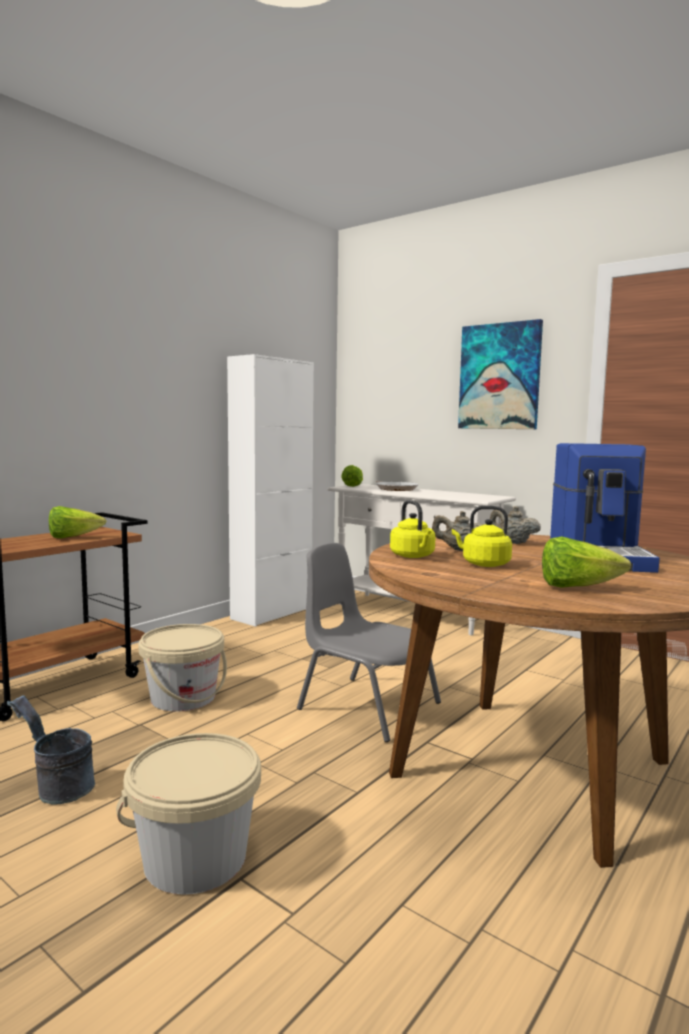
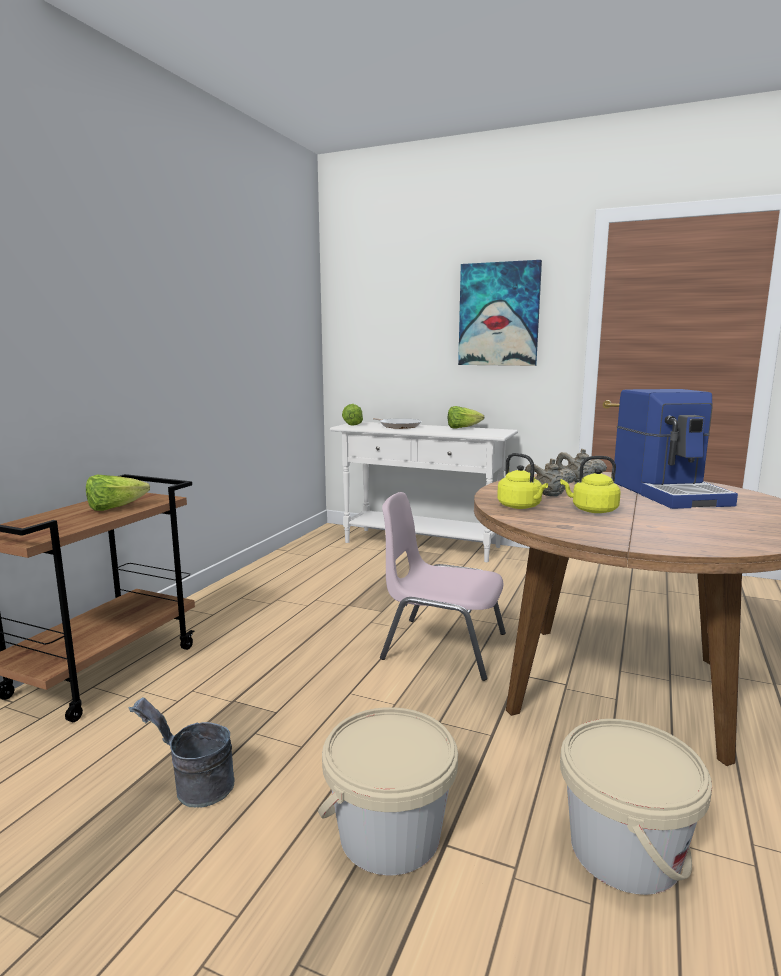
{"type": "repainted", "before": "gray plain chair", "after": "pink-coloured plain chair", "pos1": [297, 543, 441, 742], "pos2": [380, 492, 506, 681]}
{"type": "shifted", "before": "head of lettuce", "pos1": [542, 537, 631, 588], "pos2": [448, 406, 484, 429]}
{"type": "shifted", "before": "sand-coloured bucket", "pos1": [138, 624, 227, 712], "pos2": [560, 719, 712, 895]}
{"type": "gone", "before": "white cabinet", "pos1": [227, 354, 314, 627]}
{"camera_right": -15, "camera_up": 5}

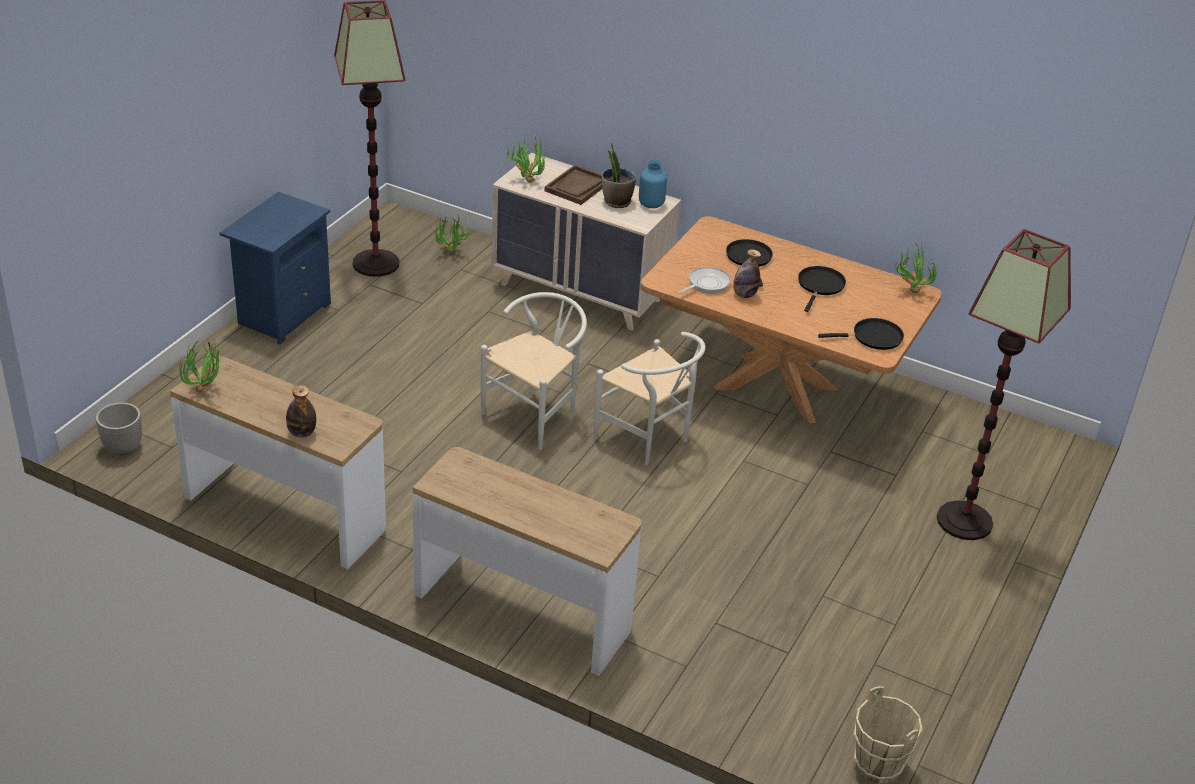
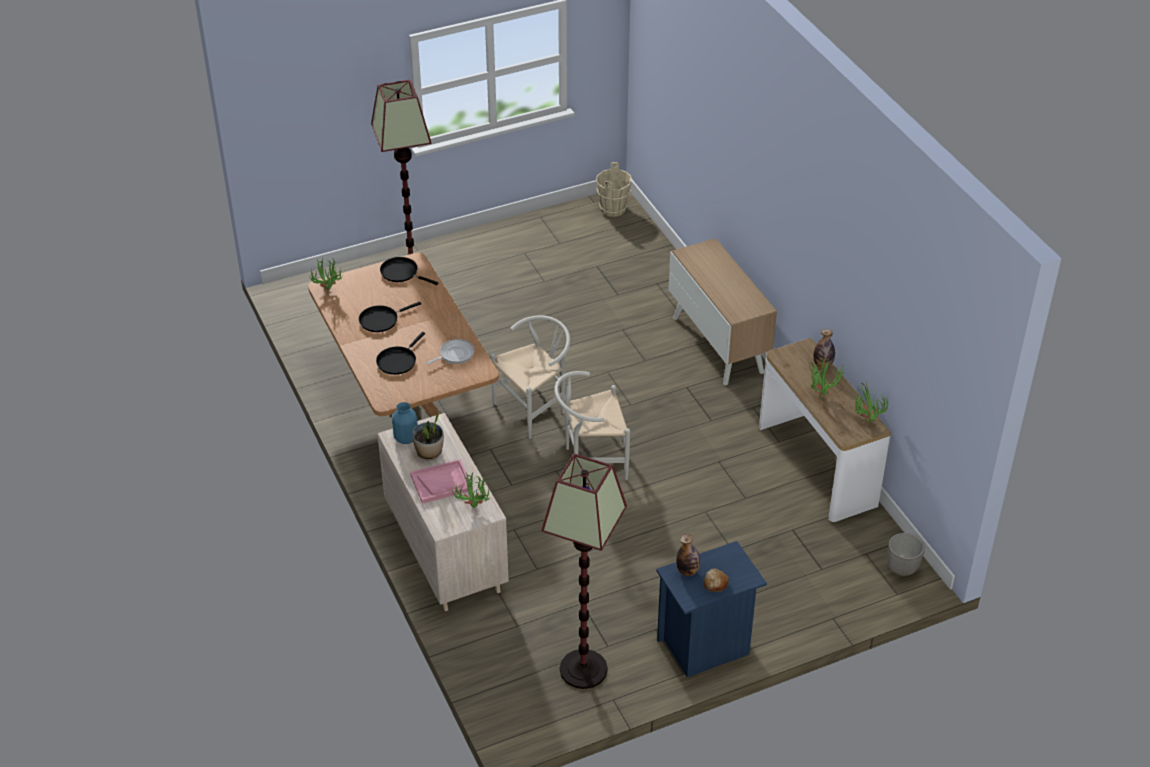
{"type": "repainted", "before": "brown serving tray", "after": "pink-coloured serving tray", "pos1": [545, 165, 602, 205], "pos2": [410, 459, 473, 504]}
{"type": "rotated", "before": "frying pan", "pos1": [678, 267, 731, 294], "pos2": [426, 339, 474, 364], "turn": 150}
{"type": "rotated", "before": "white plain chair", "pos1": [594, 332, 706, 465], "pos2": [490, 315, 570, 439], "turn": 60}
{"type": "swapped", "before": "console table", "after": "cabinet", "pos1": [412, 447, 642, 676], "pos2": [669, 238, 777, 385]}
{"type": "shifted", "before": "beverage bottle", "pos1": [733, 249, 761, 298], "pos2": [676, 534, 700, 576]}
{"type": "new", "after": "bread", "pos2": [703, 569, 729, 592]}
{"type": "shifted", "before": "houseplant", "pos1": [434, 214, 471, 252], "pos2": [809, 358, 846, 398]}
{"camera_right": -140, "camera_up": 5}

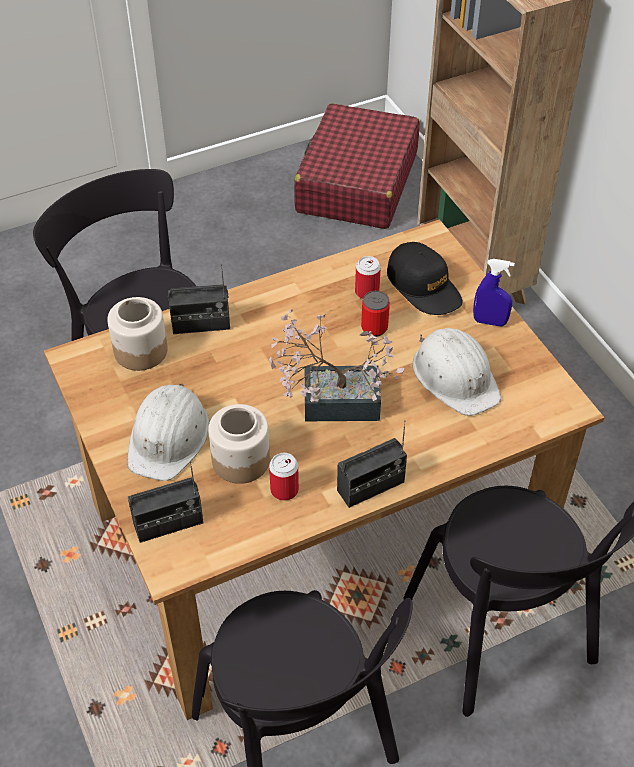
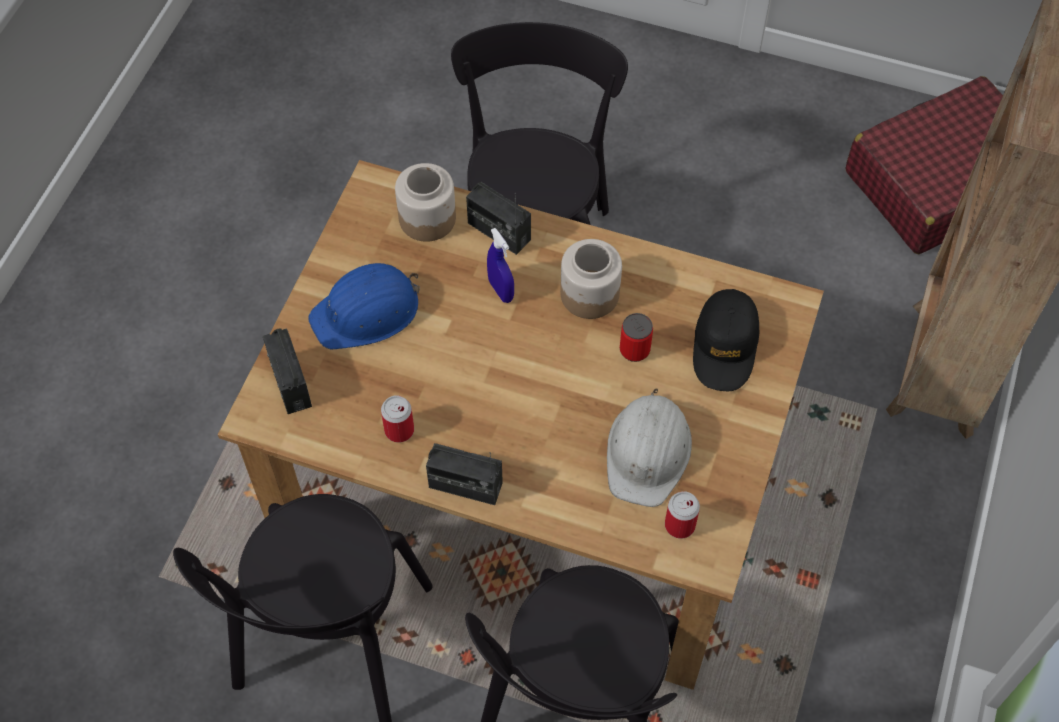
{"type": "rotated", "before": "radio set", "pos1": [128, 461, 204, 543], "pos2": [263, 328, 312, 414], "turn": 45}
{"type": "repainted", "before": "white work helmet", "after": "bluish work helmet", "pos1": [127, 383, 210, 481], "pos2": [308, 263, 420, 350]}
{"type": "shifted", "before": "bluish sprayer", "pos1": [473, 259, 515, 327], "pos2": [487, 228, 514, 303]}
{"type": "shifted", "before": "jar", "pos1": [208, 404, 270, 484], "pos2": [560, 239, 622, 319]}
{"type": "shifted", "before": "sealed can", "pos1": [355, 256, 381, 299], "pos2": [665, 491, 700, 539]}
{"type": "gone", "before": "houseplant", "pos1": [269, 309, 405, 421]}
{"camera_right": 45, "camera_up": 10}

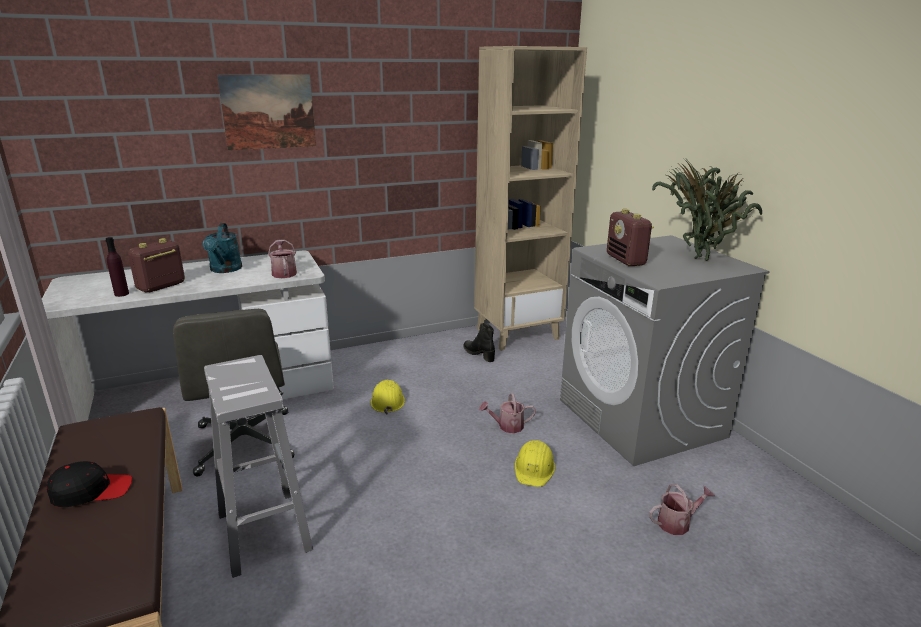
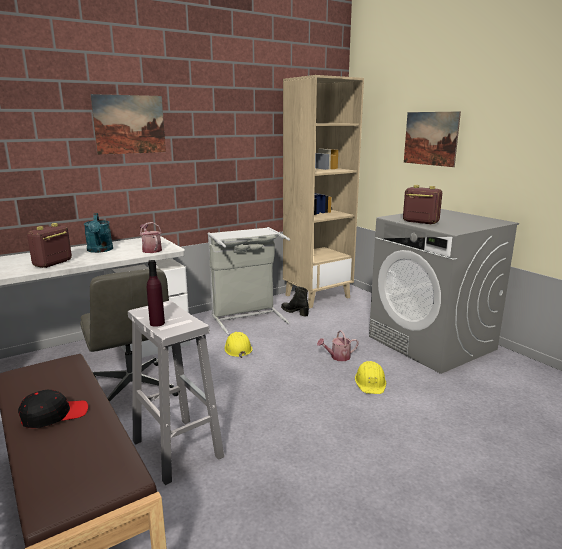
{"type": "shifted", "before": "purplish beverage bottle", "pos1": [105, 237, 129, 297], "pos2": [147, 260, 165, 327]}
{"type": "new", "after": "gray laundry basket", "pos2": [208, 227, 290, 335]}
{"type": "rotated", "before": "radio set", "pos1": [607, 209, 654, 266], "pos2": [403, 185, 442, 224], "turn": 150}
{"type": "new", "after": "picture", "pos2": [404, 111, 461, 167]}
{"type": "gone", "before": "watering pot", "pos1": [649, 484, 715, 535]}
{"type": "gone", "before": "houseplant", "pos1": [652, 159, 762, 261]}
{"camera_right": -10, "camera_up": -5}

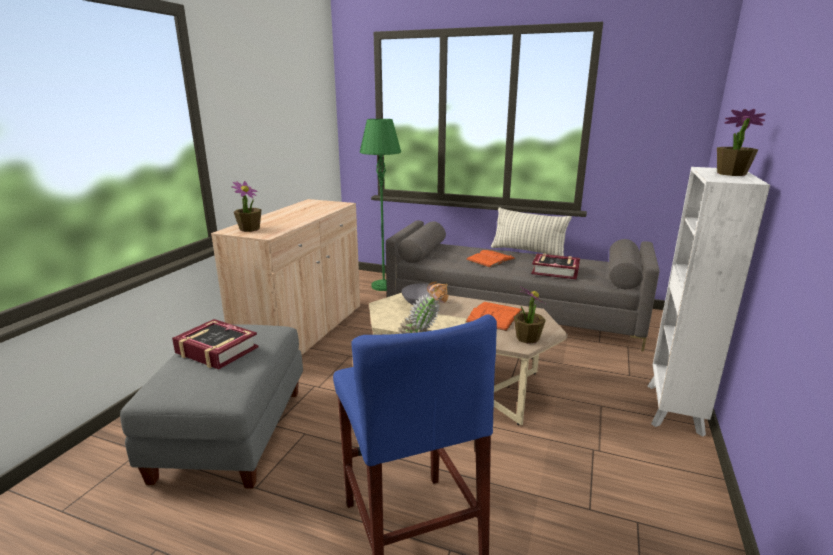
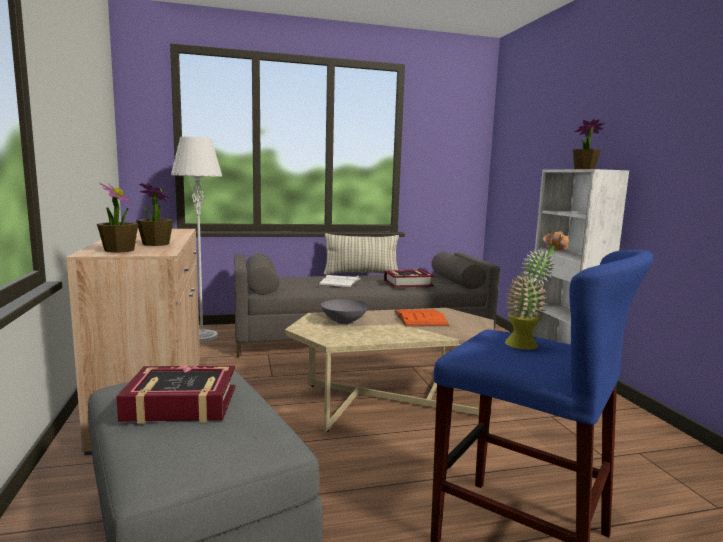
{"type": "shifted", "before": "houseplant", "pos1": [514, 287, 546, 344], "pos2": [136, 183, 173, 246]}
{"type": "repainted", "before": "greenish standing lamp", "after": "white standing lamp", "pos1": [360, 119, 401, 291], "pos2": [171, 137, 222, 342]}
{"type": "repainted", "before": "orangey bound book", "after": "white bound book", "pos1": [466, 250, 516, 268], "pos2": [319, 275, 361, 288]}
{"camera_right": -35, "camera_up": -10}

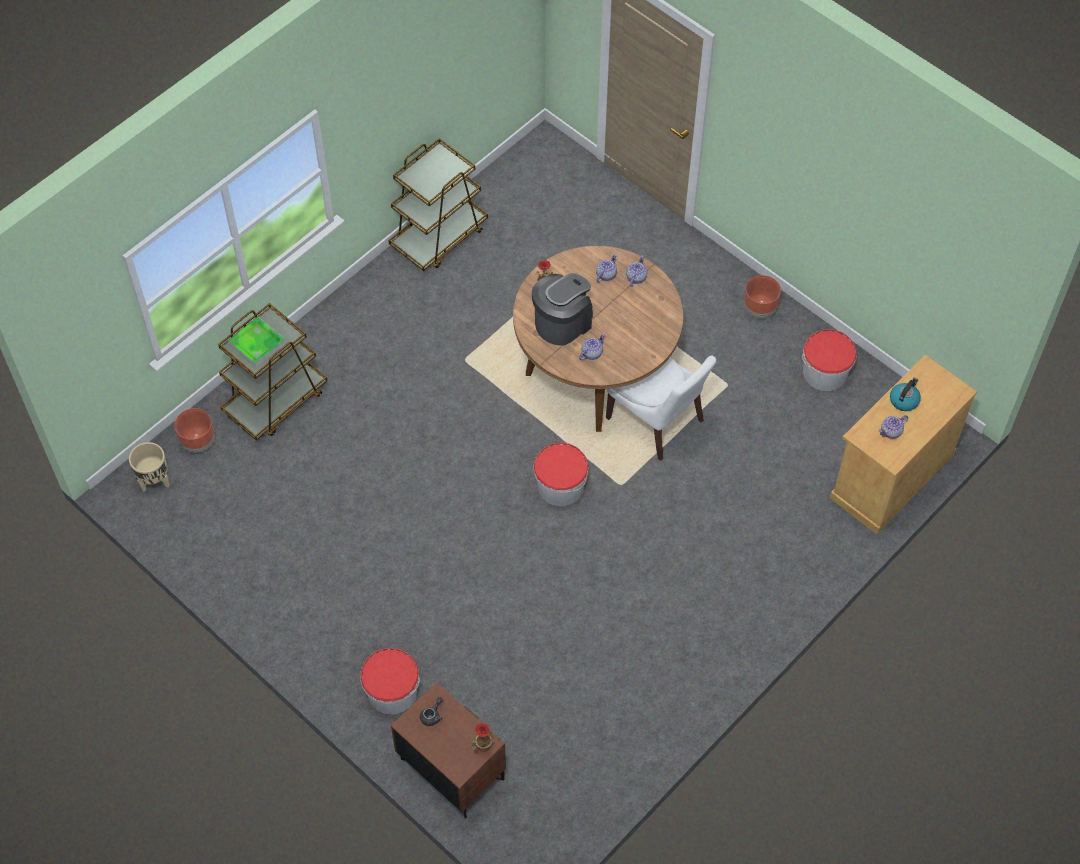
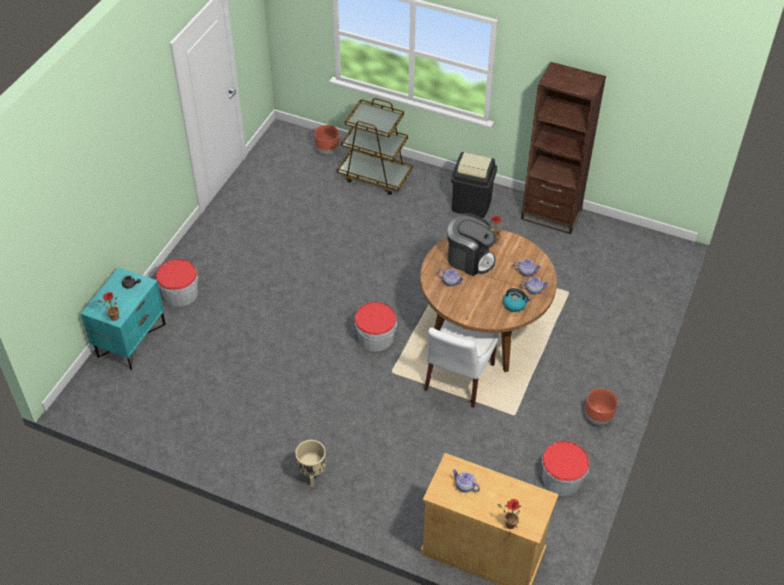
{"type": "repainted", "before": "brown night table", "after": "blue-green night table", "pos1": [391, 682, 506, 818], "pos2": [80, 267, 166, 370]}
{"type": "shifted", "before": "sand-coloured planter", "pos1": [129, 442, 170, 492], "pos2": [295, 440, 326, 487]}
{"type": "new", "after": "black trash can", "pos2": [451, 152, 497, 218]}
{"type": "new", "after": "houseplant", "pos2": [497, 499, 521, 529]}
{"type": "shifted", "before": "kettle", "pos1": [890, 377, 921, 411], "pos2": [503, 288, 531, 312]}
{"type": "swapped", "before": "brown wheeled cart", "after": "brown bookshelf", "pos1": [389, 138, 488, 271], "pos2": [521, 62, 606, 234]}
{"type": "gone", "before": "serving tray", "pos1": [228, 317, 286, 367]}
{"camera_right": 70, "camera_up": -10}

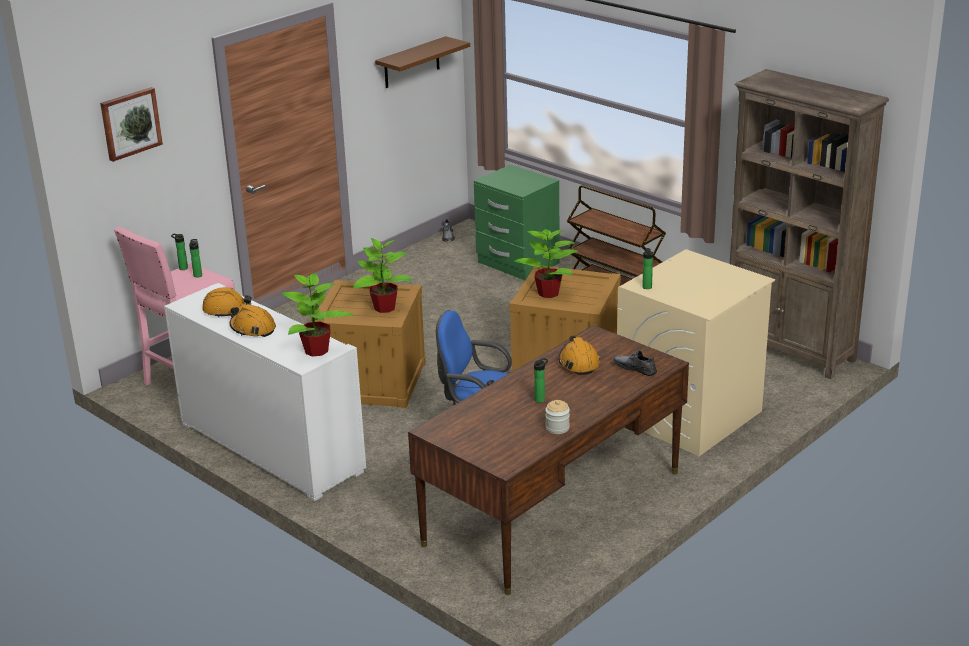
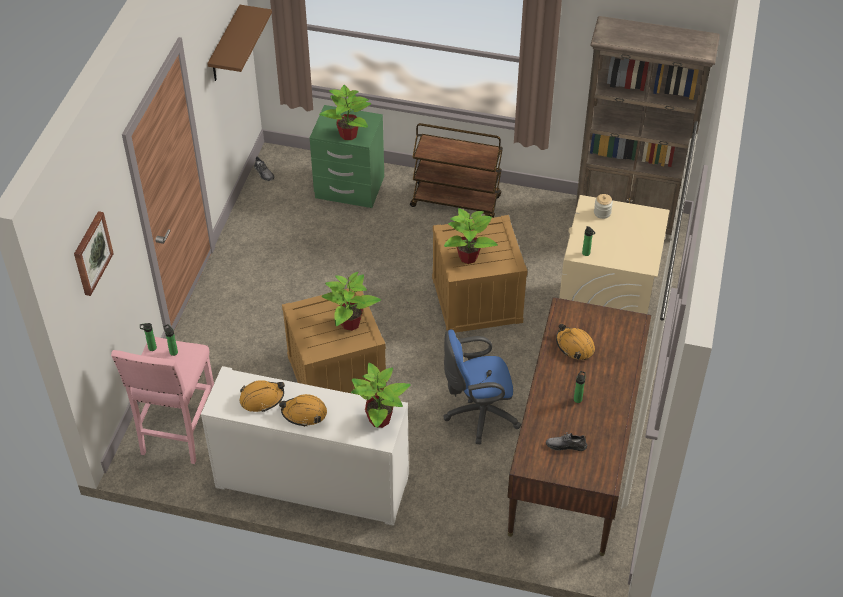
{"type": "new", "after": "houseplant", "pos2": [319, 85, 372, 140]}
{"type": "shifted", "before": "gray item of footwear", "pos1": [613, 351, 657, 376], "pos2": [546, 432, 587, 451]}
{"type": "shifted", "before": "jar", "pos1": [545, 400, 570, 434], "pos2": [594, 194, 613, 219]}
{"camera_right": -30, "camera_up": 20}

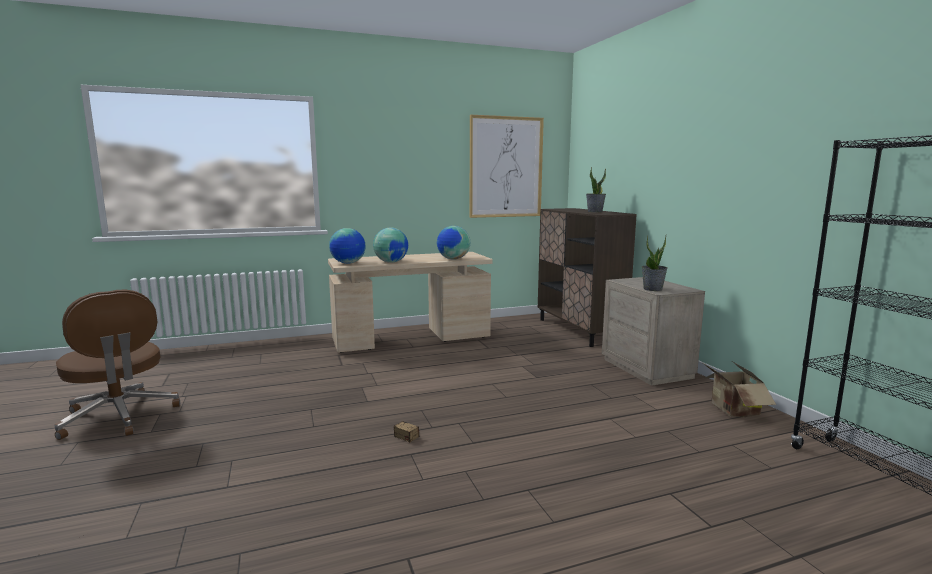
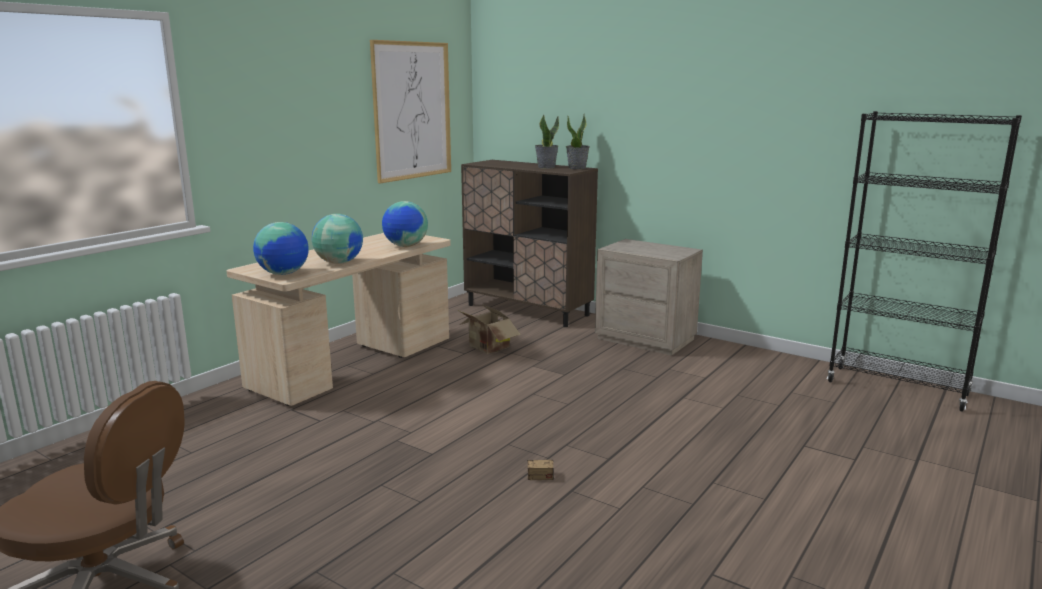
{"type": "shifted", "before": "cardboard box", "pos1": [703, 361, 776, 417], "pos2": [459, 304, 521, 354]}
{"type": "shifted", "before": "houseplant", "pos1": [642, 235, 668, 291], "pos2": [566, 115, 590, 169]}
{"camera_right": -35, "camera_up": 5}

